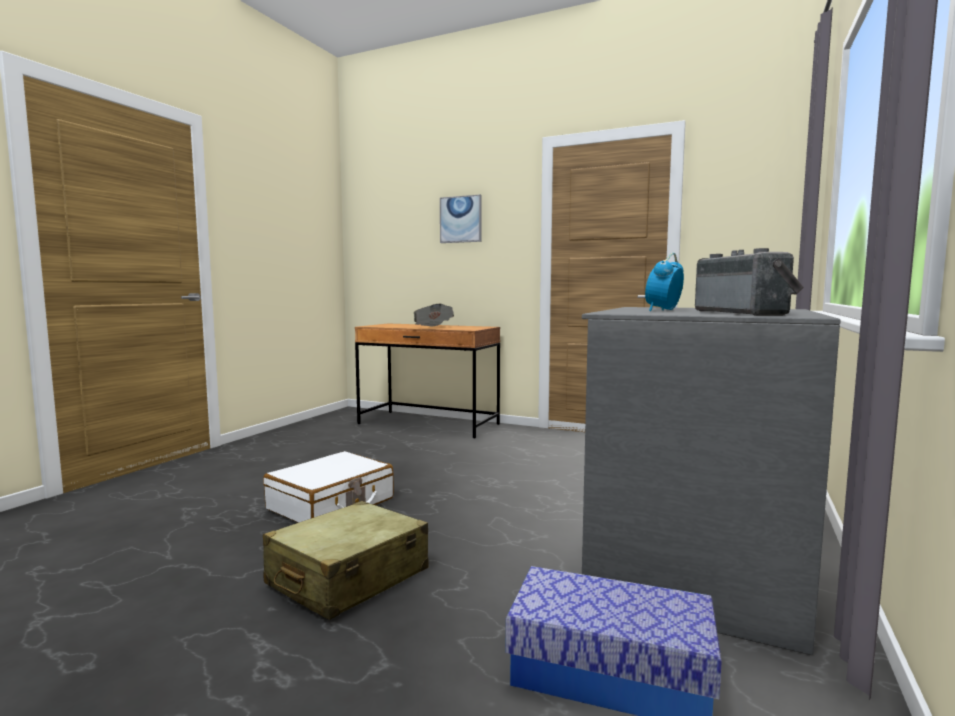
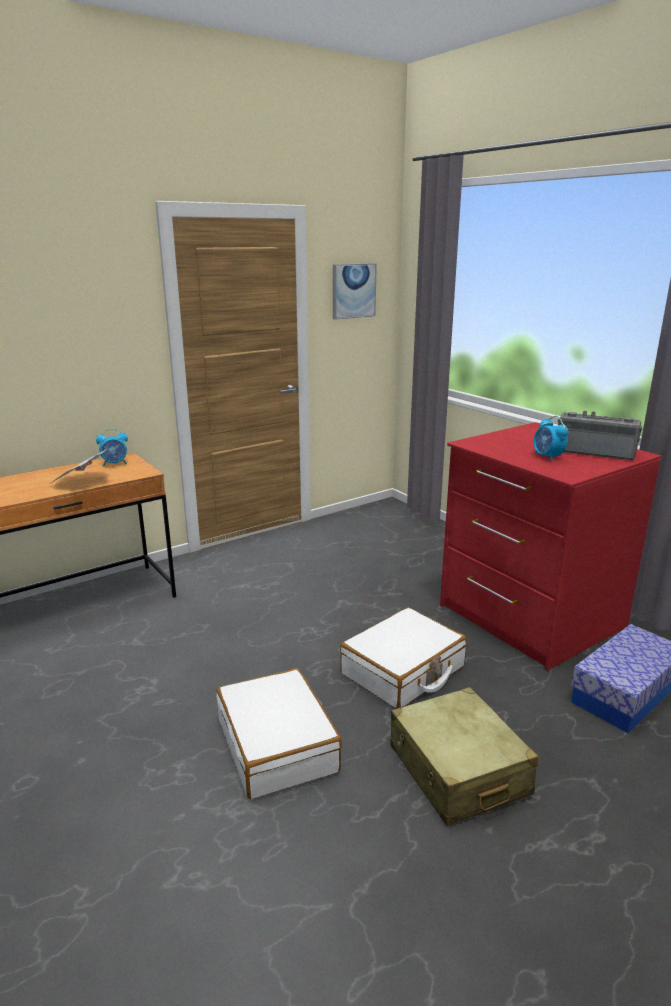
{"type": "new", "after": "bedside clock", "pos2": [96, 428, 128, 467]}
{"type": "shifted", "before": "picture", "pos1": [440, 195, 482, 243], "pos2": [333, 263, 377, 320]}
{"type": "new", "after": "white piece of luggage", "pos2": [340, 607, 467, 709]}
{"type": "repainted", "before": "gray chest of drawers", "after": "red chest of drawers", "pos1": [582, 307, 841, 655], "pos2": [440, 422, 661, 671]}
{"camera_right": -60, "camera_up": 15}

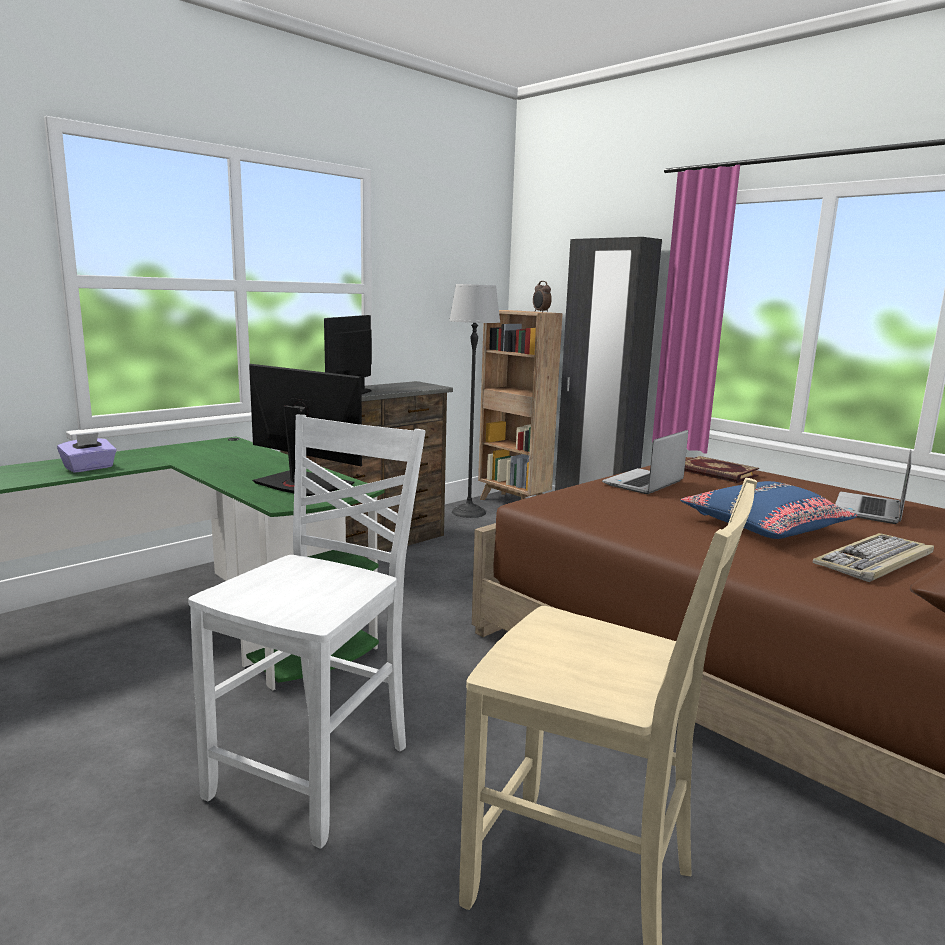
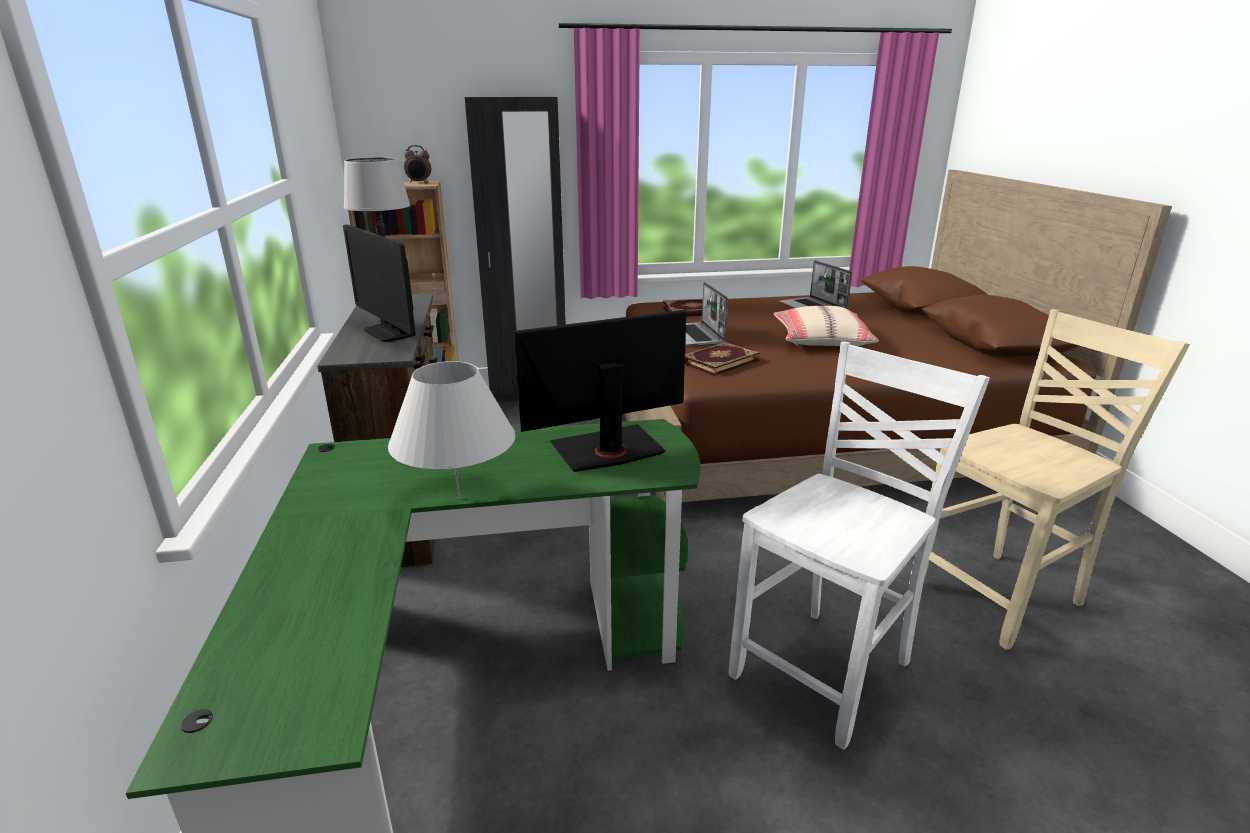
{"type": "new", "after": "white lamp for a table", "pos2": [388, 361, 516, 499]}
{"type": "new", "after": "bound book", "pos2": [685, 342, 760, 376]}
{"type": "rotated", "before": "white plain chair", "pos1": [188, 415, 426, 849], "pos2": [728, 342, 990, 750], "turn": 75}
{"type": "repainted", "before": "bluish throw pillow", "after": "sand-coloured throw pillow", "pos1": [680, 481, 857, 539], "pos2": [774, 306, 879, 346]}
{"type": "gone", "before": "purplish tissue holder", "pos1": [57, 433, 117, 472]}
{"type": "gone", "before": "computer keyboard", "pos1": [813, 533, 934, 582]}
{"camera_right": -55, "camera_up": 10}

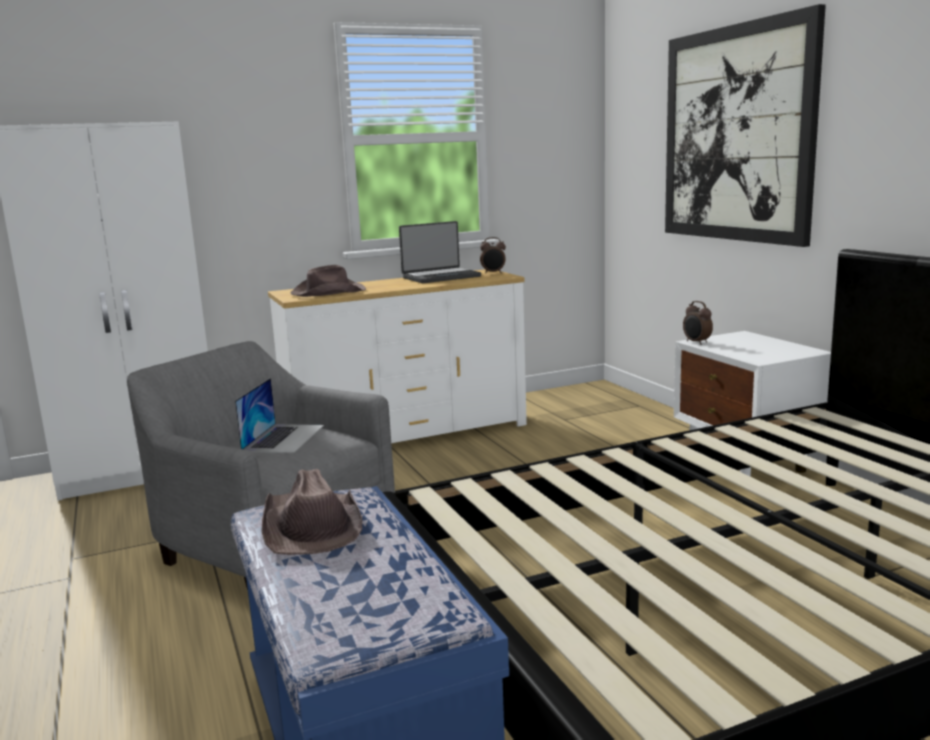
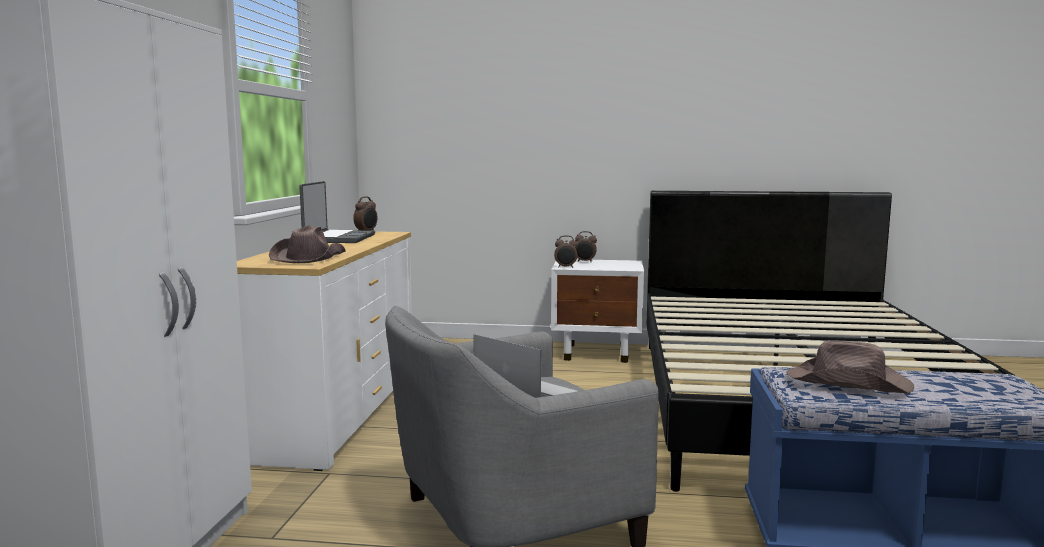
{"type": "new", "after": "bedside clock", "pos2": [575, 231, 597, 263]}
{"type": "gone", "before": "picture", "pos1": [665, 4, 826, 247]}
{"camera_right": -60, "camera_up": -5}

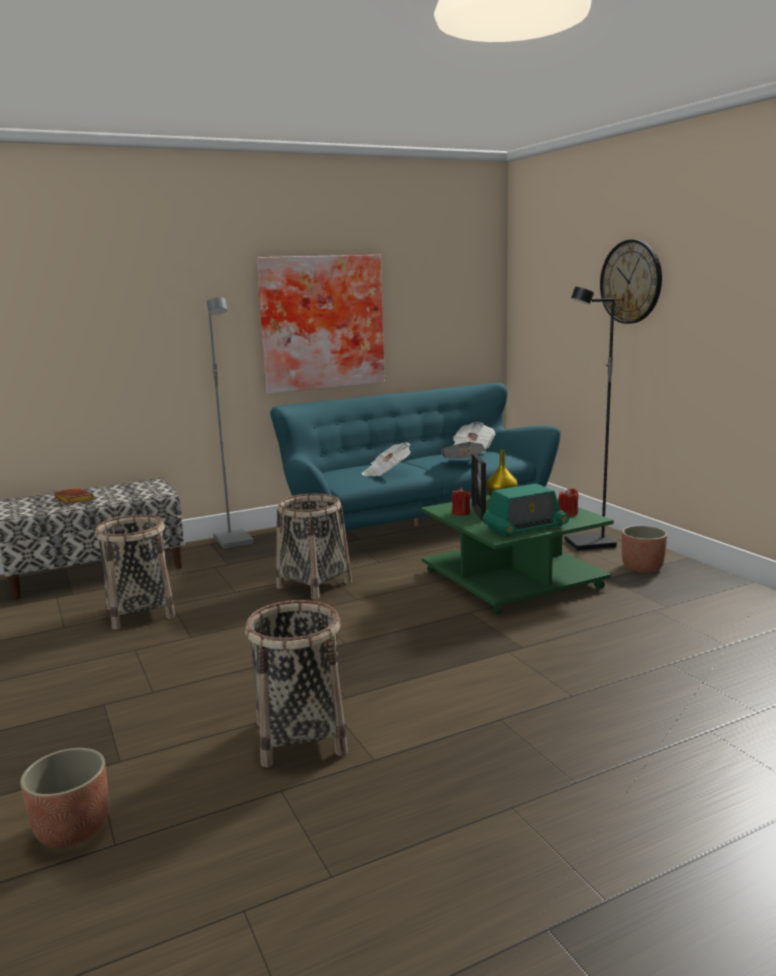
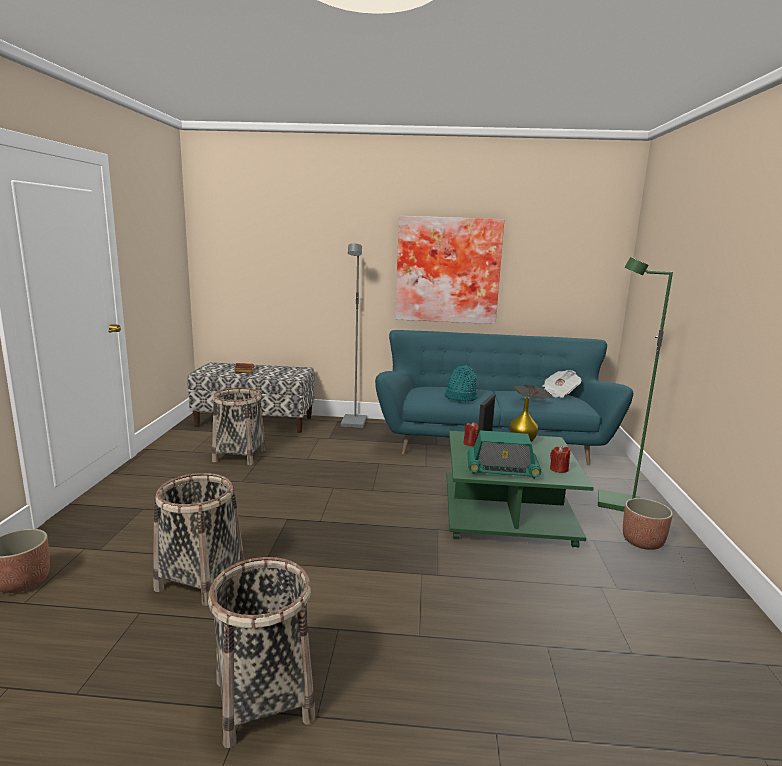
{"type": "shifted", "before": "storage basket", "pos1": [276, 493, 352, 599], "pos2": [208, 557, 315, 748]}
{"type": "swapped", "before": "printed paper", "after": "blue-green wearable hat", "pos1": [362, 442, 411, 476], "pos2": [444, 365, 478, 401]}
{"type": "repainted", "before": "black standing lamp", "after": "greenish standing lamp", "pos1": [565, 287, 617, 551], "pos2": [598, 257, 673, 512]}
{"type": "gone", "before": "hanging clock", "pos1": [600, 239, 662, 324]}
{"camera_right": 30, "camera_up": 0}

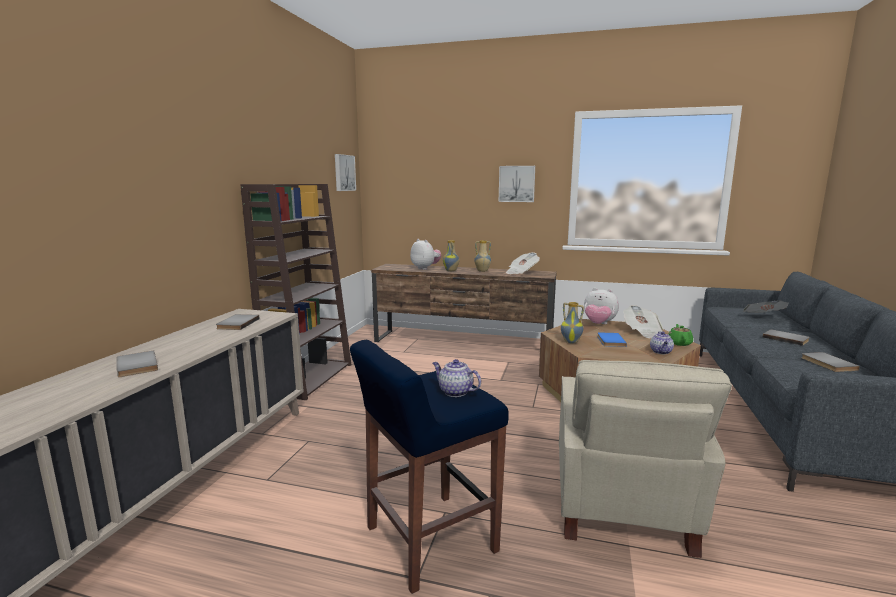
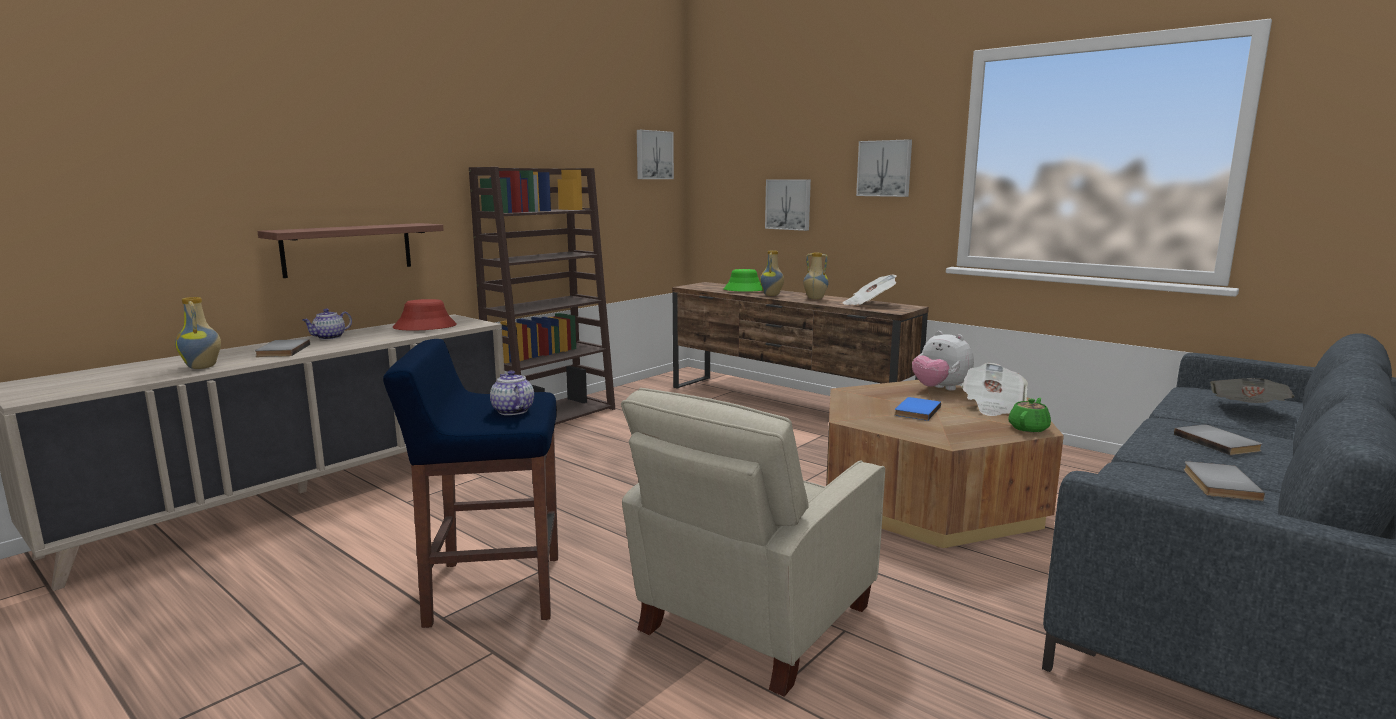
{"type": "shifted", "before": "flower vase", "pos1": [561, 302, 584, 344], "pos2": [175, 297, 221, 369]}
{"type": "new", "after": "bracket shelf", "pos2": [257, 223, 444, 278]}
{"type": "shifted", "before": "pot for tea", "pos1": [650, 331, 674, 354], "pos2": [302, 309, 352, 340]}
{"type": "swapped", "before": "gray bound book", "after": "red wearable hat", "pos1": [216, 314, 259, 330], "pos2": [392, 299, 457, 331]}
{"type": "swapped", "before": "soft toy", "after": "greenish wearable hat", "pos1": [410, 239, 441, 270], "pos2": [724, 269, 763, 292]}
{"type": "new", "after": "picture", "pos2": [765, 180, 811, 231]}
{"camera_right": 25, "camera_up": 0}

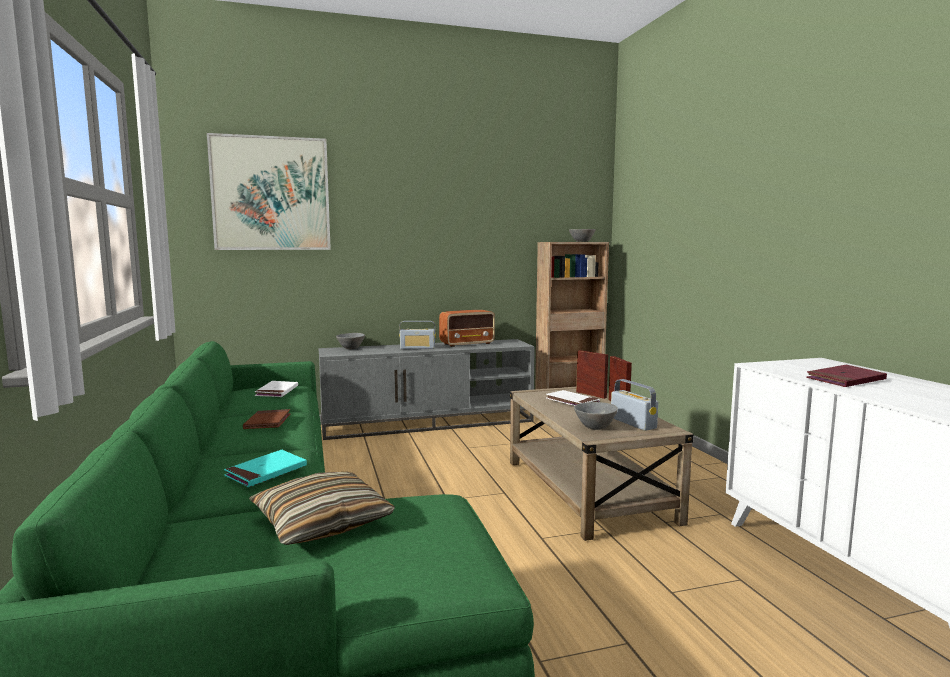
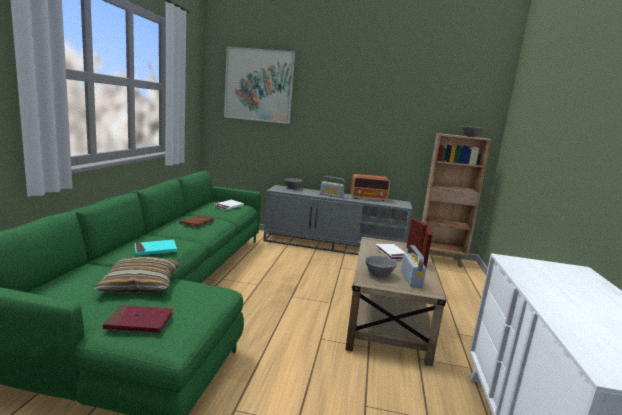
{"type": "shifted", "before": "red bound book", "pos1": [806, 365, 887, 387], "pos2": [103, 305, 173, 333]}
{"camera_right": 25, "camera_up": 5}

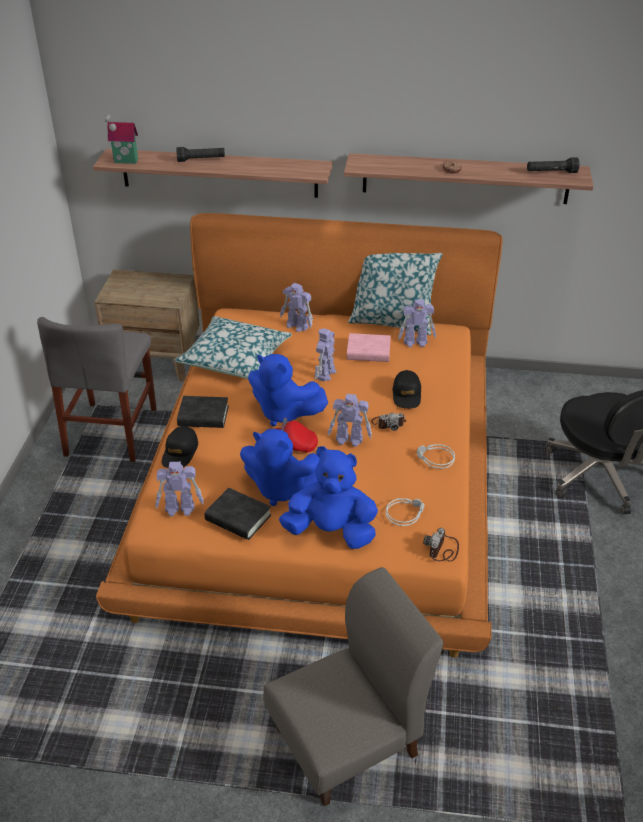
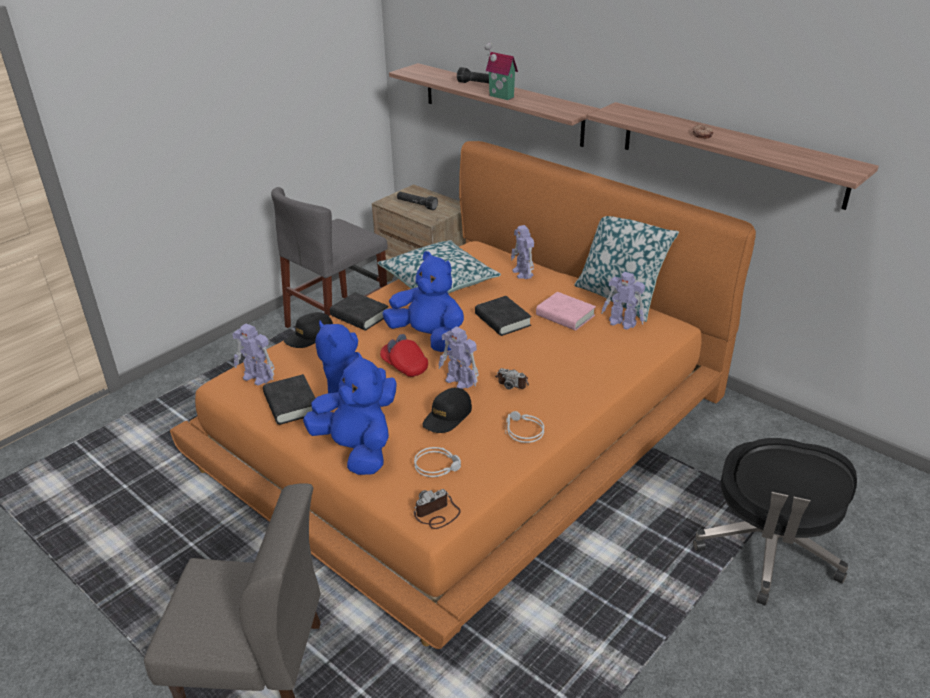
{"type": "rotated", "before": "bluish soft toy", "pos1": [248, 354, 328, 426], "pos2": [382, 251, 464, 352], "turn": 150}
{"type": "shifted", "before": "black flashlight", "pos1": [527, 157, 580, 173], "pos2": [397, 192, 438, 210]}
{"type": "shifted", "before": "black baseball cap", "pos1": [393, 370, 421, 408], "pos2": [422, 388, 472, 433]}
{"type": "swapped", "before": "model robot", "after": "black bound book", "pos1": [315, 328, 336, 382], "pos2": [475, 296, 532, 336]}
{"type": "shifted", "before": "model house", "pos1": [104, 114, 138, 164], "pos2": [485, 43, 518, 100]}
{"camera_right": 35, "camera_up": -5}

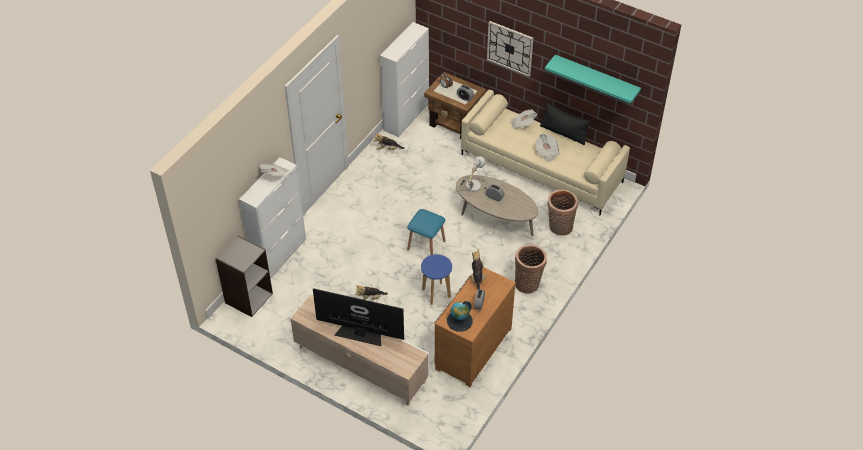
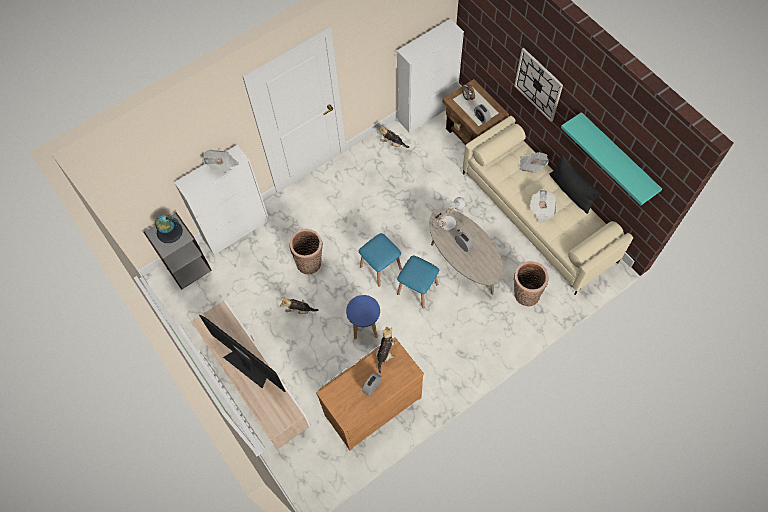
{"type": "shifted", "before": "world globe", "pos1": [447, 301, 473, 332], "pos2": [155, 214, 183, 243]}
{"type": "shifted", "before": "storage basket", "pos1": [515, 245, 547, 294], "pos2": [290, 229, 323, 274]}
{"type": "new", "after": "bluish stool", "pos2": [397, 255, 439, 308]}
{"camera_right": 25, "camera_up": 15}

